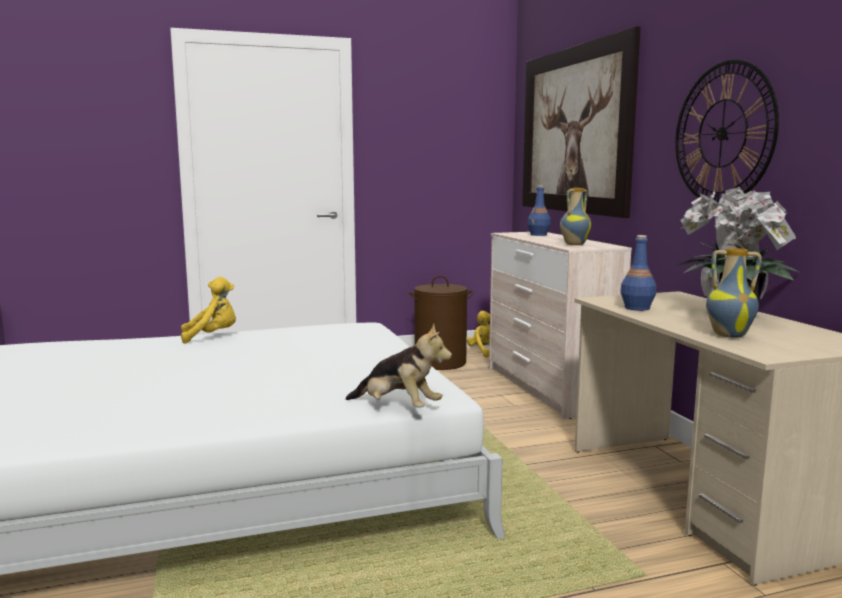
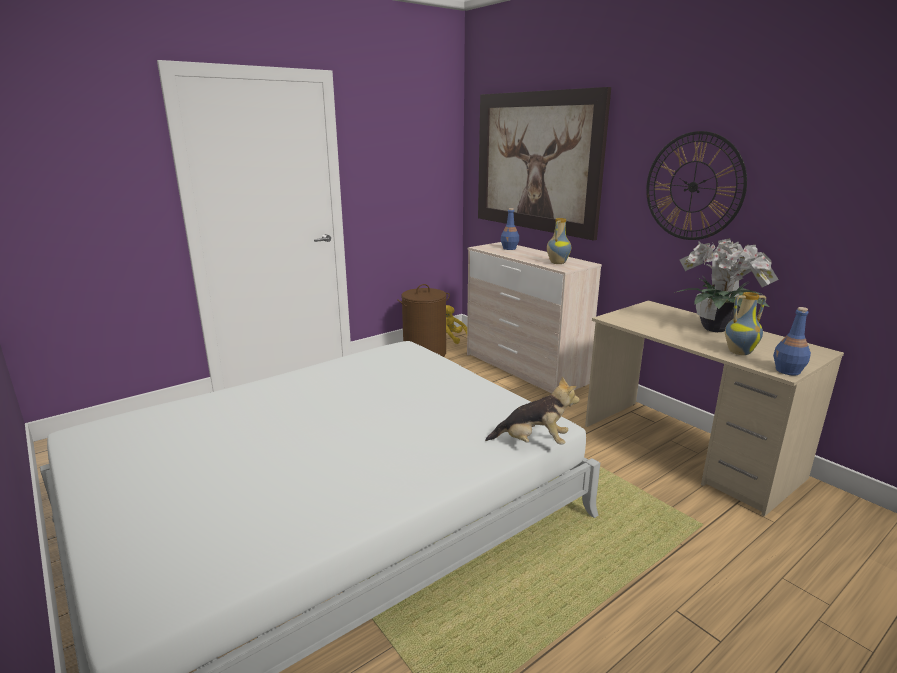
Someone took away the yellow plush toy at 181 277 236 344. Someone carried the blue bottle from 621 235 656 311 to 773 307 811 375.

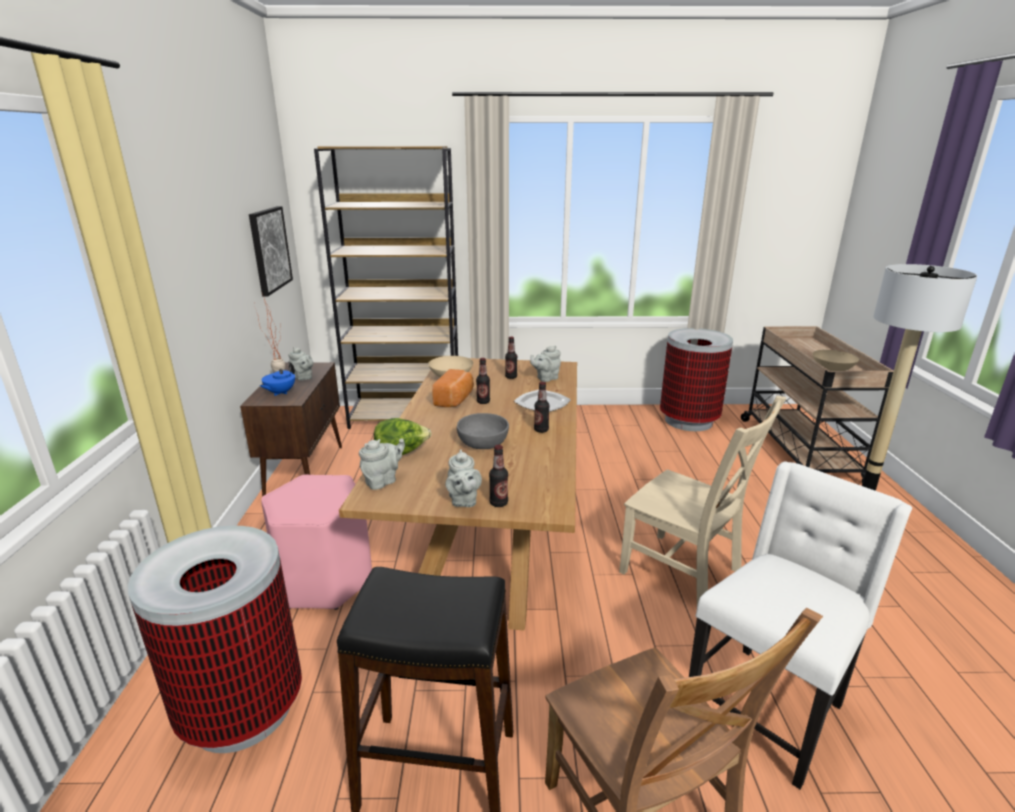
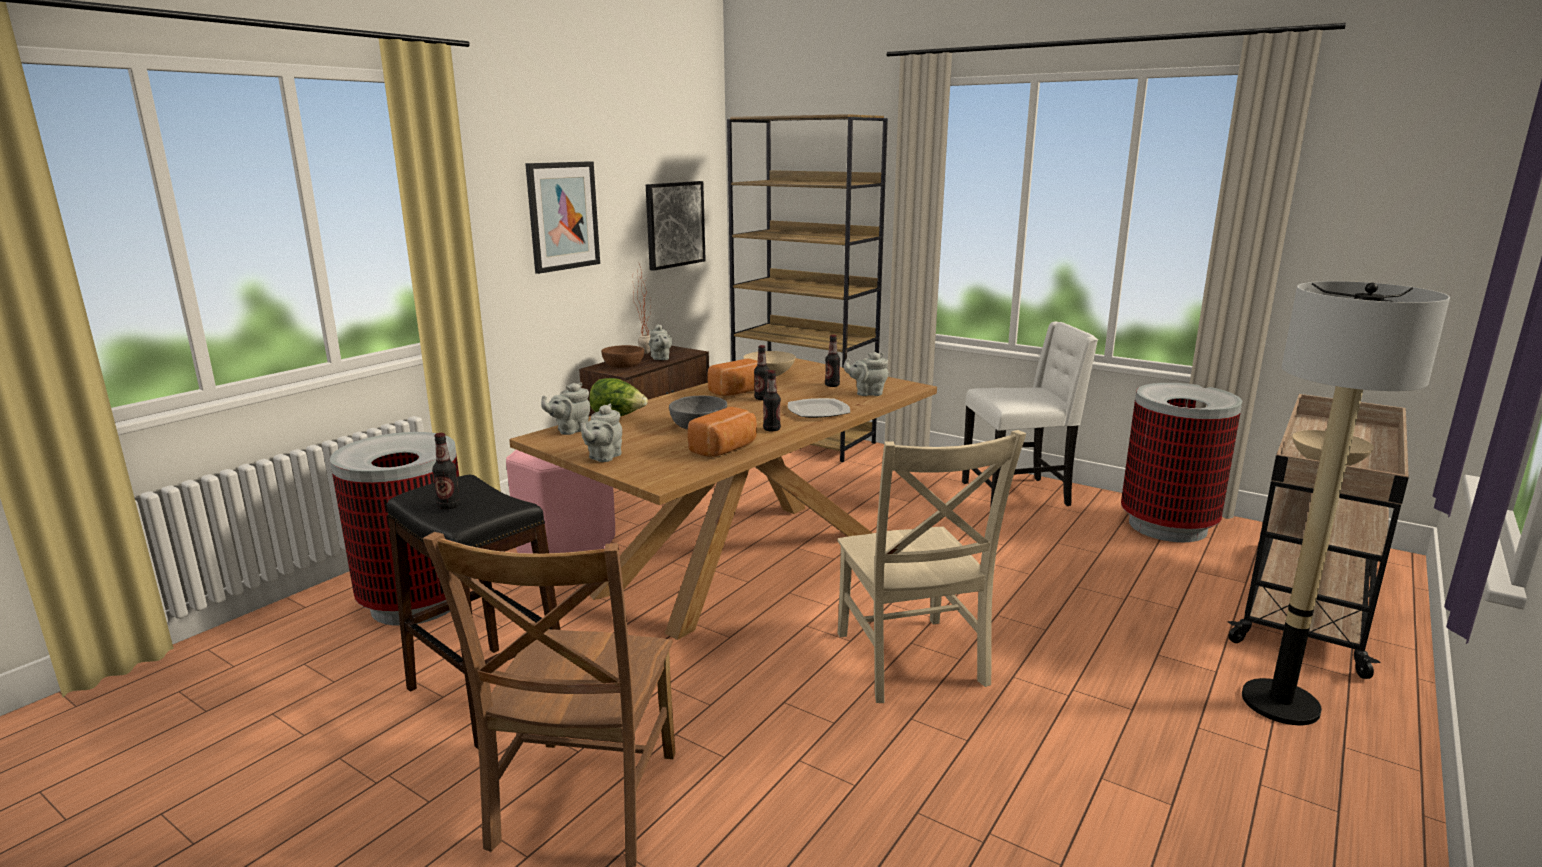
Someone swapped the blue teapot at 260 362 295 396 for the brown bowl at 601 345 644 368. Someone rotated the grey teapot at 359 438 405 490 by 150 degrees clockwise. Someone carried the bottle from 489 445 508 507 to 432 433 460 509. Someone carried the white chair from 689 461 912 789 to 962 321 1098 509. Someone put up the picture at 525 161 600 274. Someone put down the bread at 688 407 757 457.

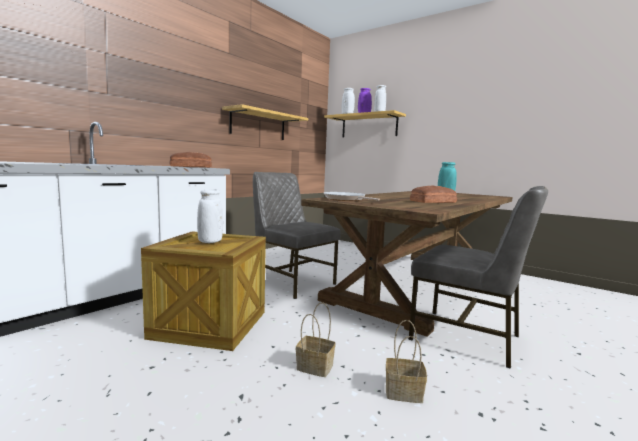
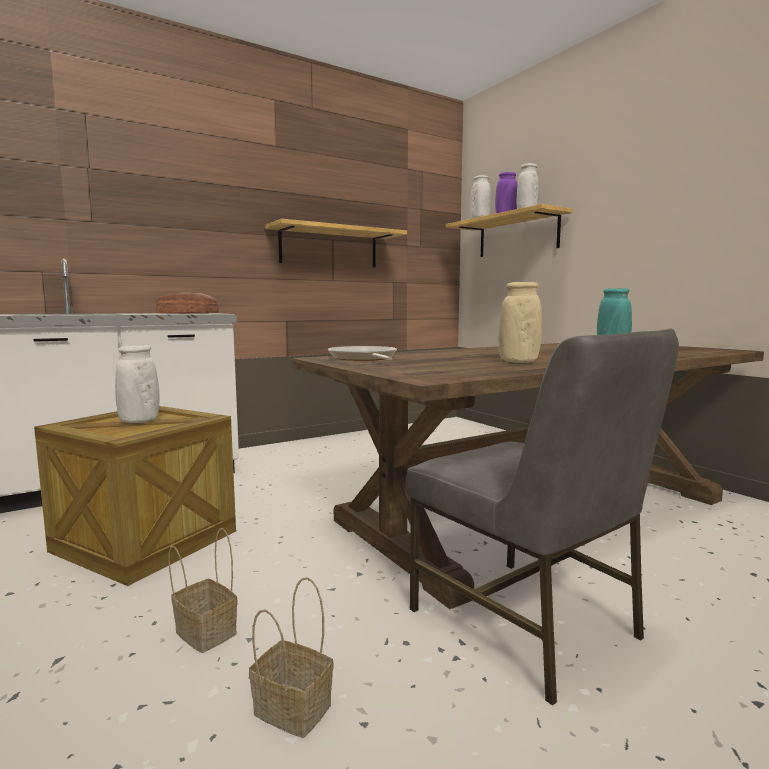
Someone took away the grey chair at 253 172 341 299. Someone swapped the bread at 410 186 457 203 for the beige vase at 499 282 542 363.

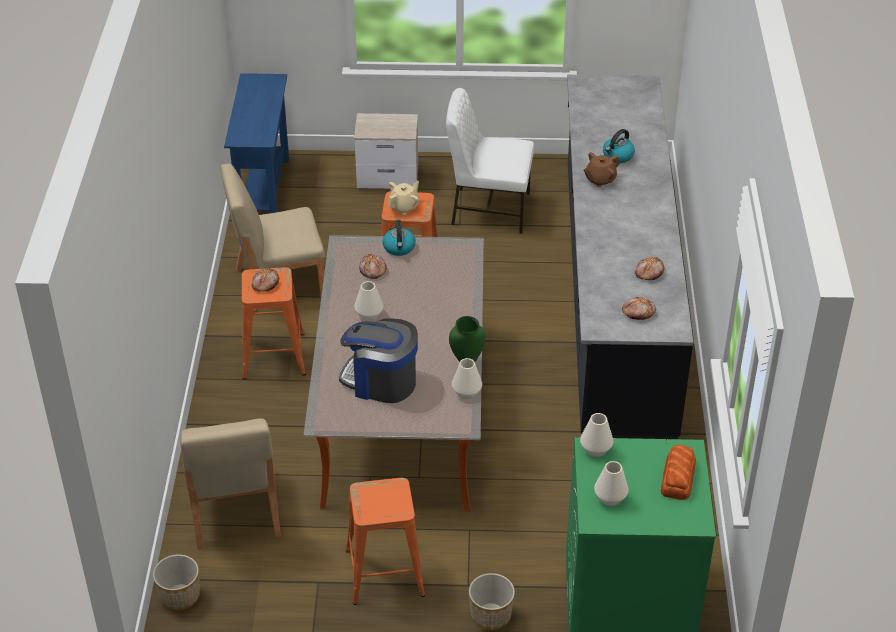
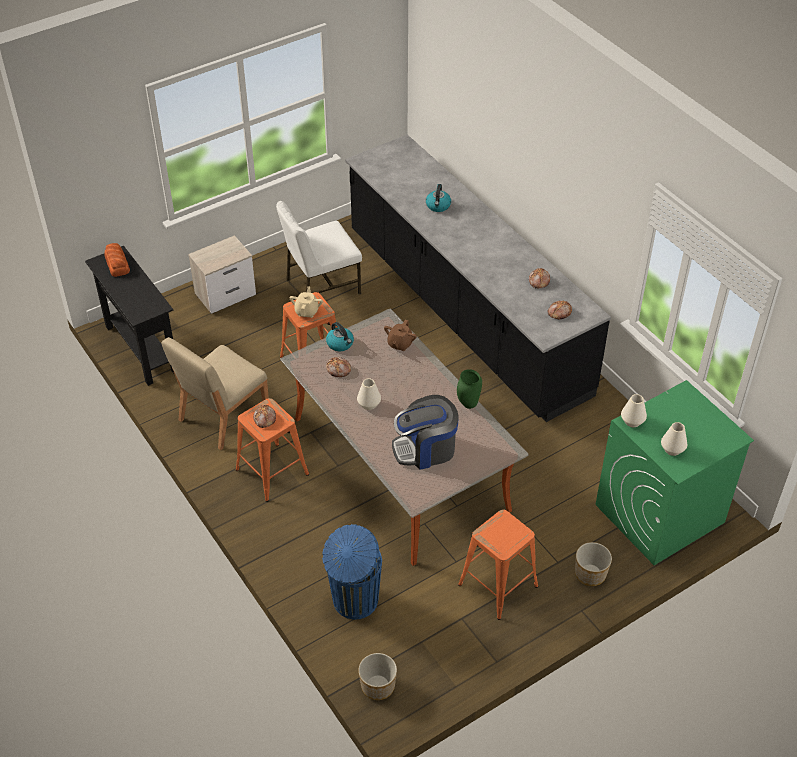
Someone swapped the beige chair at 180 418 281 549 for the blue trash can at 322 524 382 620. Someone repainted the blue console table at 224 73 289 213, which became the black console table at 85 246 174 386. Someone took away the white vase at 452 358 482 399. Someone carried the brown teapot from 584 152 620 187 to 384 320 417 351. Someone carried the bread from 661 445 696 500 to 104 243 130 277.

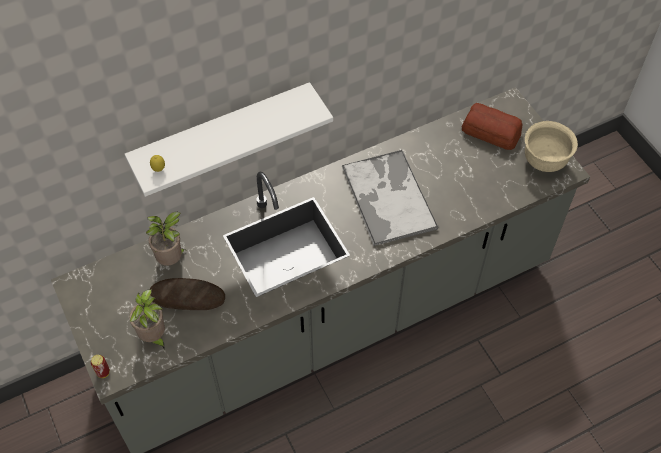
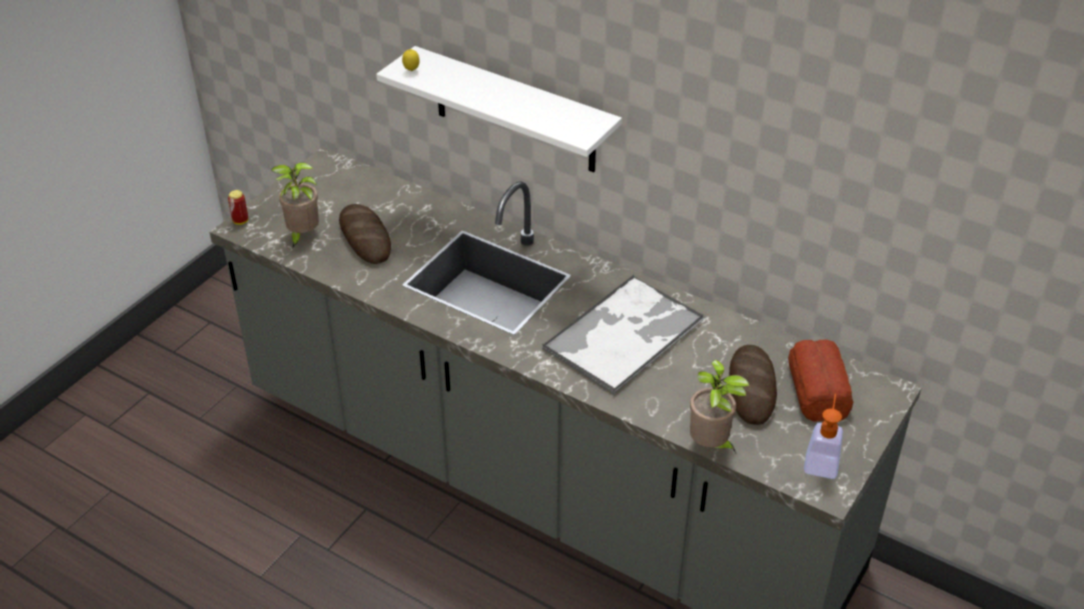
Someone carried the potted plant from 146 212 185 266 to 690 360 749 453. Someone swapped the beige bowl at 525 121 578 172 for the soap dispenser at 804 393 843 479. Someone put down the bread at 729 345 777 425.

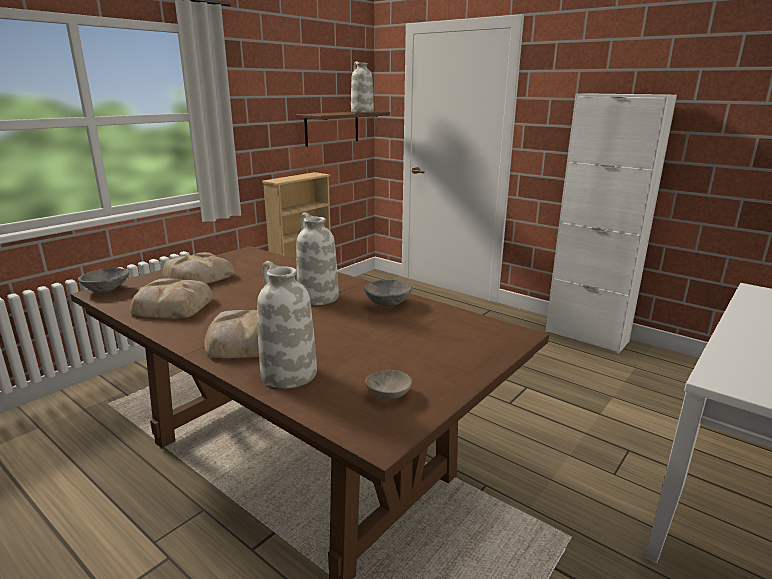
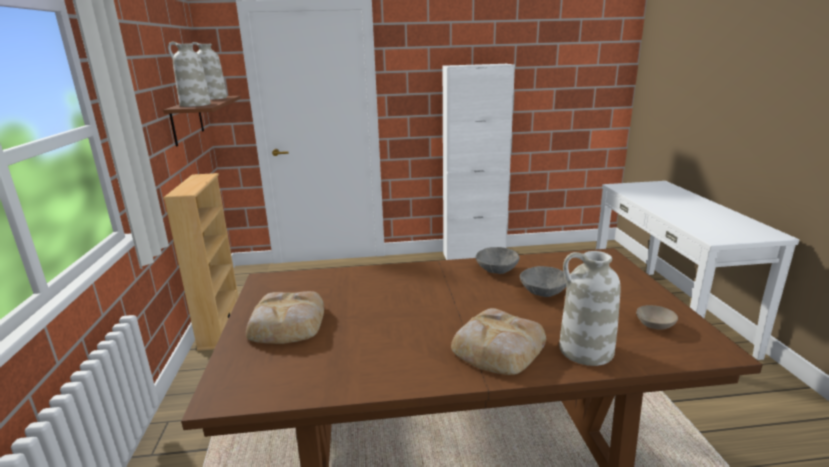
Someone carried the grey bowl from 79 268 129 293 to 520 266 567 297. Someone took away the bread at 130 278 213 319. Someone carried the white vase from 296 212 339 305 to 168 42 211 107.

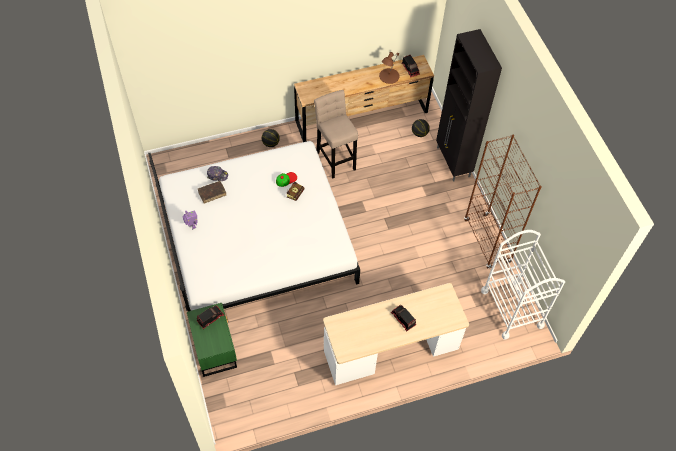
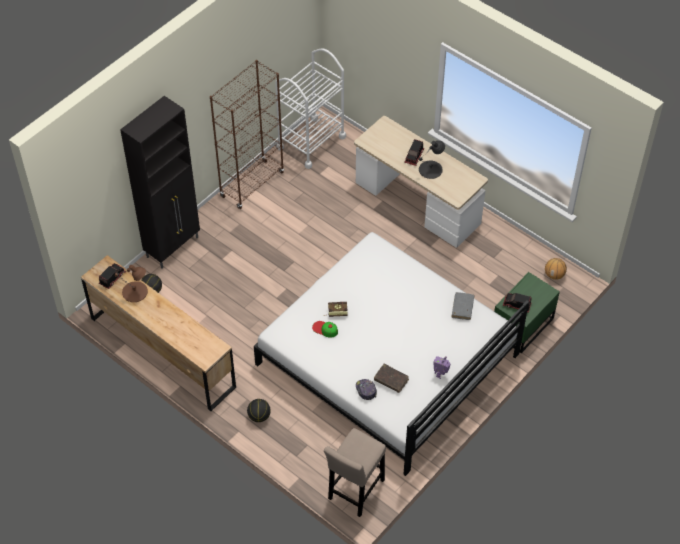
Someone carried the beige stool from 314 90 358 178 to 324 428 386 517. Someone put down the black table lamp at 419 141 445 179. Someone put down the grey book at 452 292 475 320. Someone put down the basketball at 545 258 567 280.

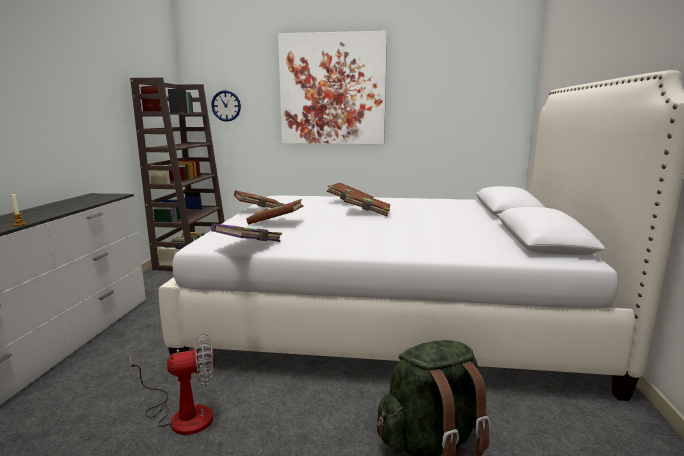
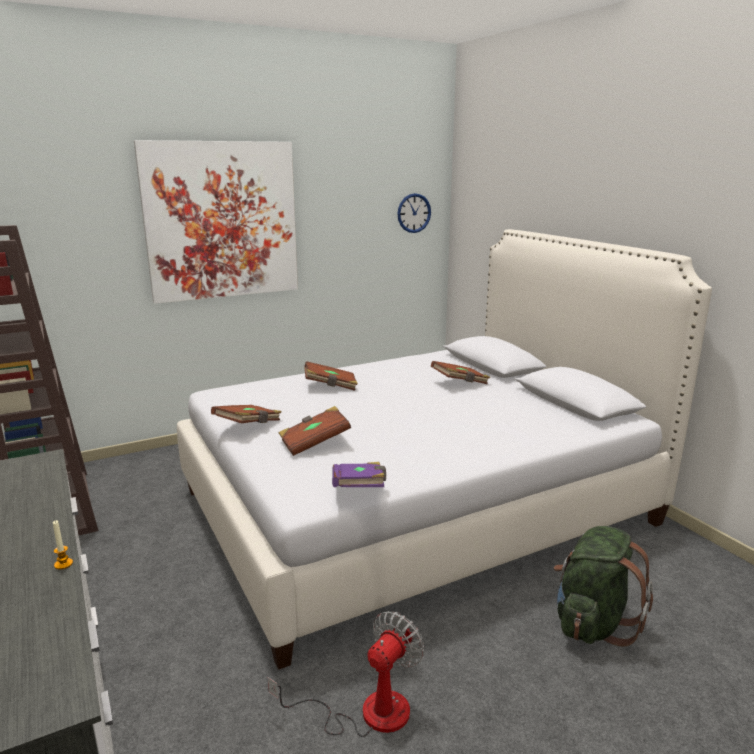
Someone carried the wall clock from 211 90 241 122 to 397 193 431 233. Someone carried the brown book from 344 191 390 216 to 431 361 490 384.

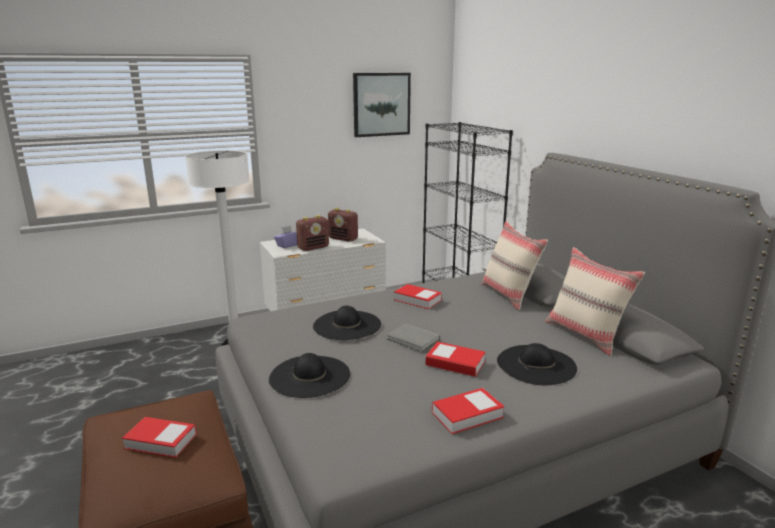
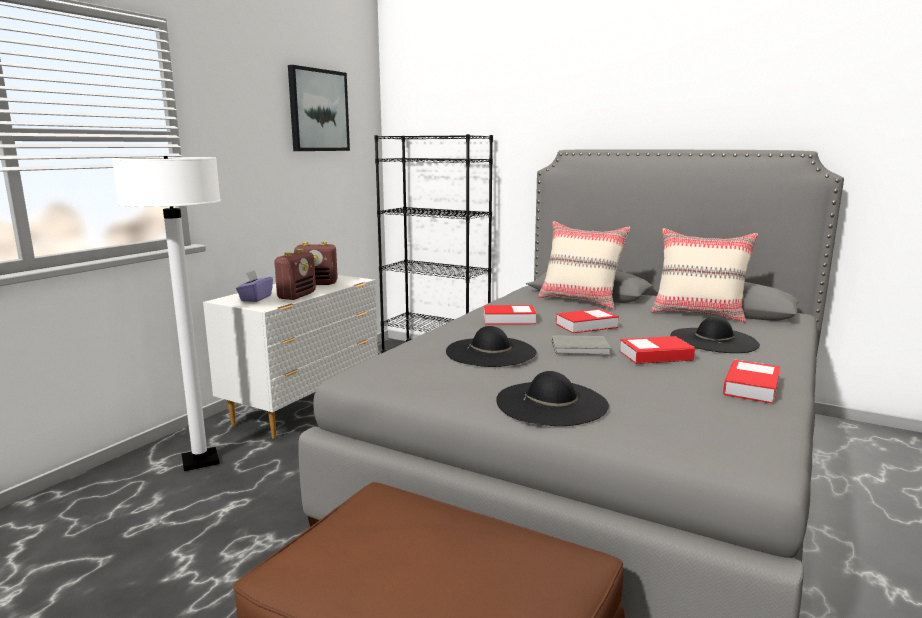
Someone carried the book from 122 417 197 458 to 556 309 619 333.

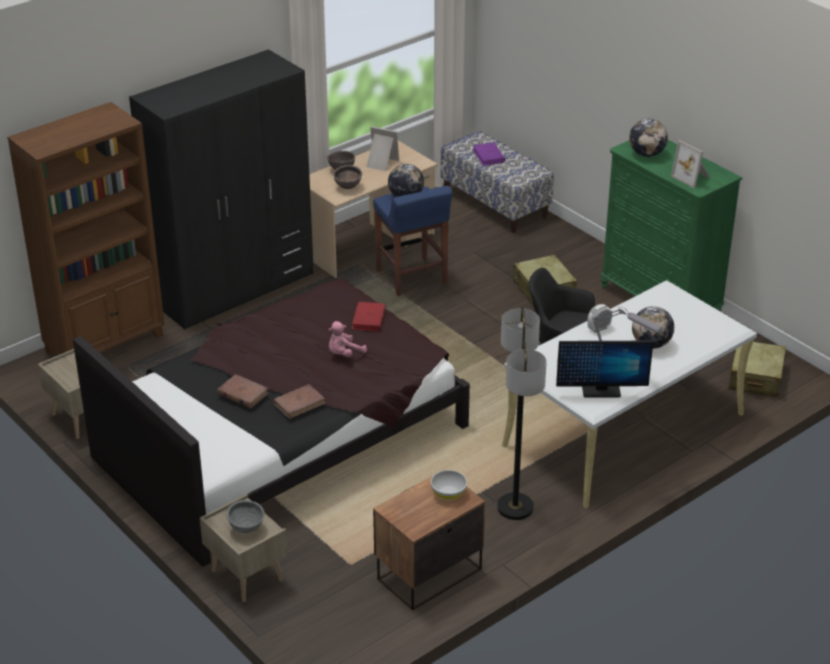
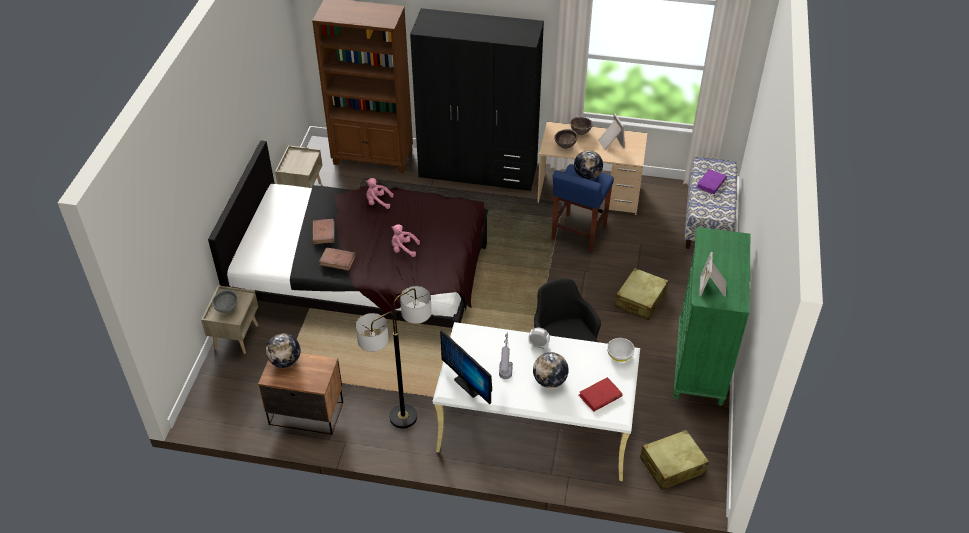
Someone carried the red book from 352 302 386 331 to 579 377 623 412. Someone carried the white bowl from 431 470 467 500 to 607 338 635 362. Someone carried the globe from 629 118 668 157 to 266 334 300 368. Someone put down the pink plush toy at 366 178 394 209.

